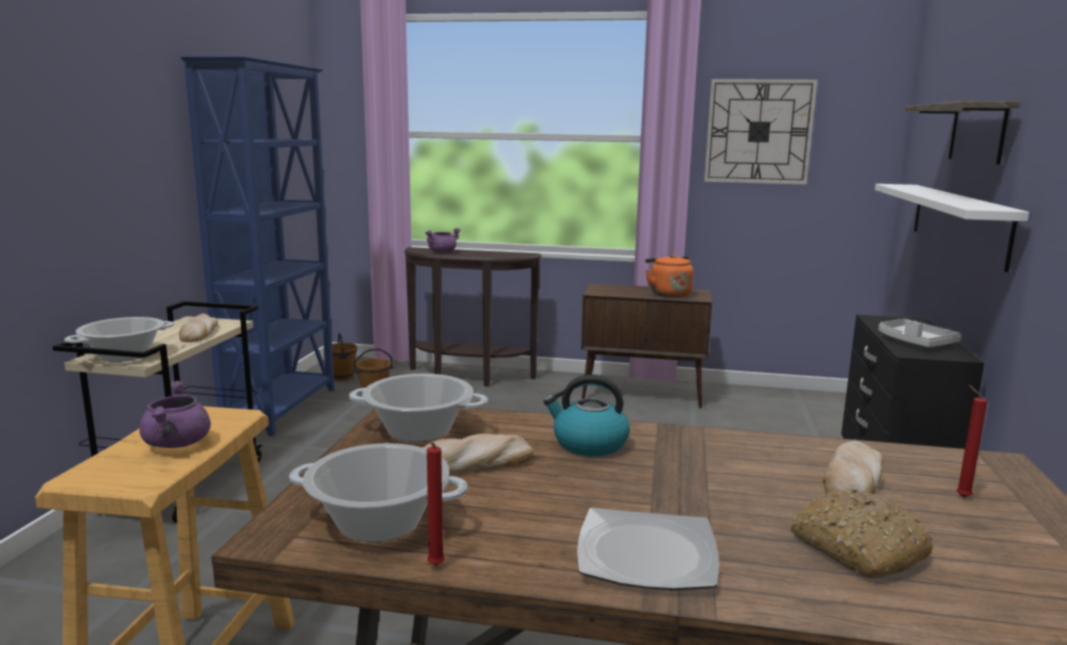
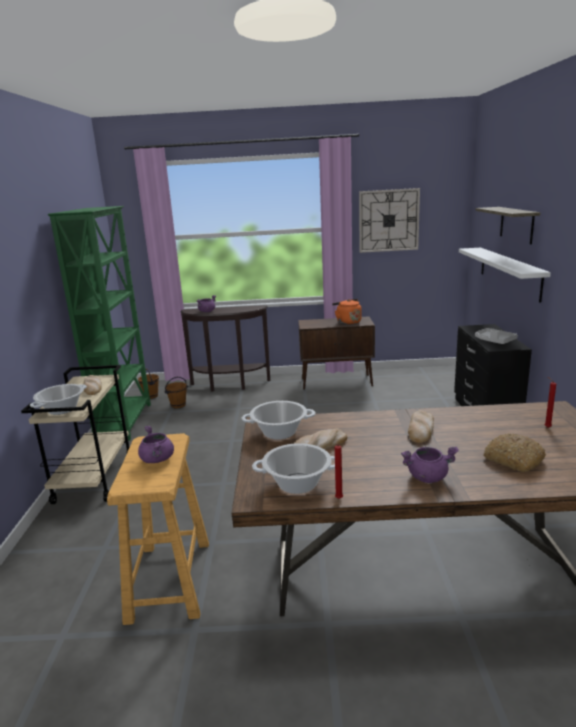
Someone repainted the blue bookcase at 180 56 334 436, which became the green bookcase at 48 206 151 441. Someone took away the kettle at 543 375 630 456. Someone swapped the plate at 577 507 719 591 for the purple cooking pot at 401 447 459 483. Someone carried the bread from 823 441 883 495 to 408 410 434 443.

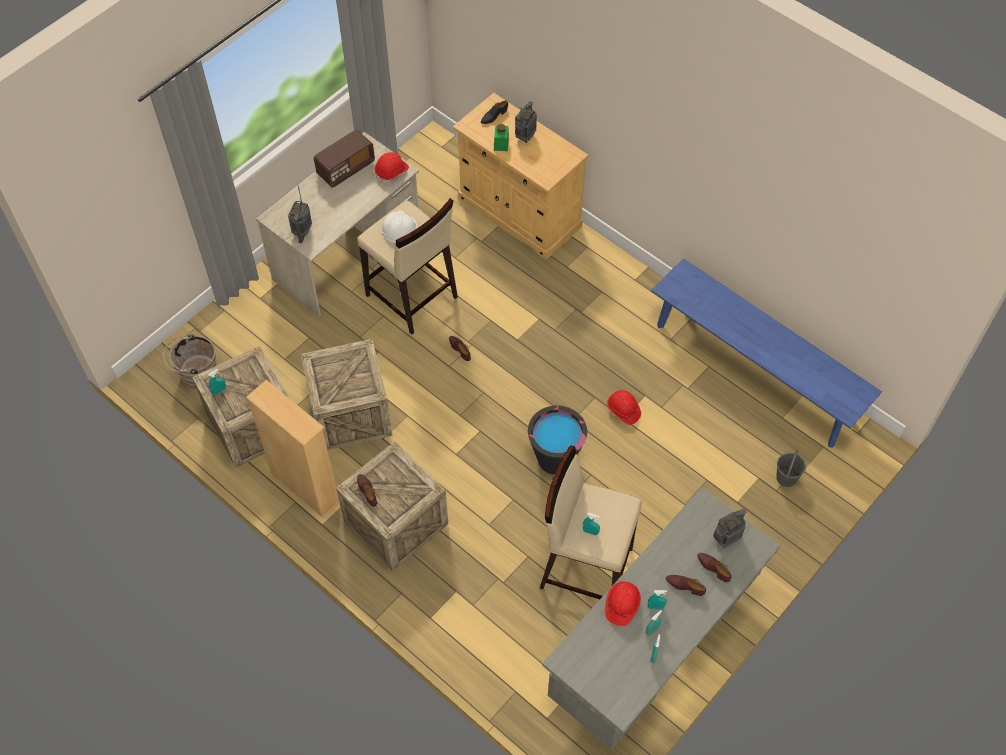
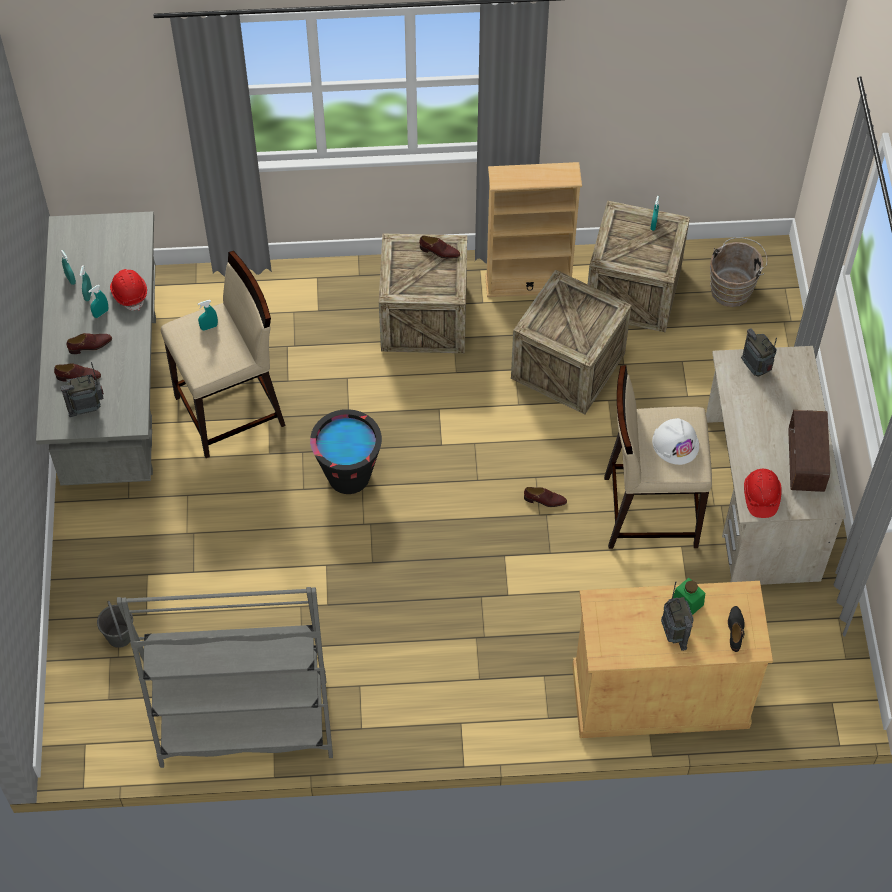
Someone took away the red hard hat at 607 390 641 425. Someone swapped the blue bench at 651 258 882 447 for the grey bookcase at 117 587 333 768. Someone rotated the radio at 713 508 747 548 by 60 degrees clockwise.

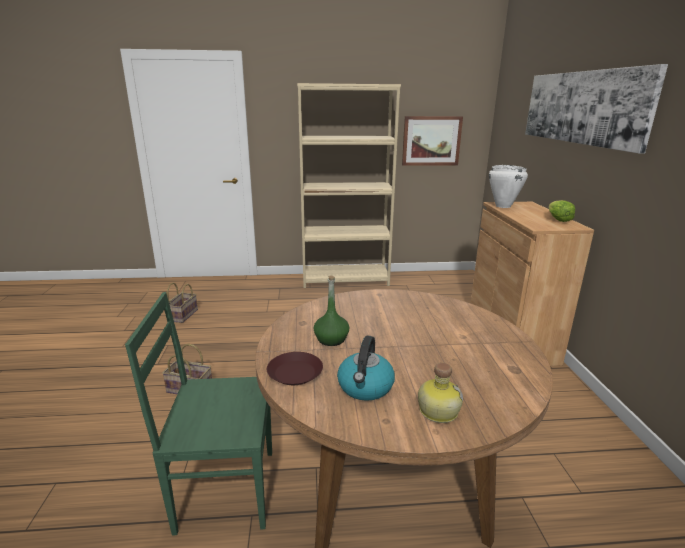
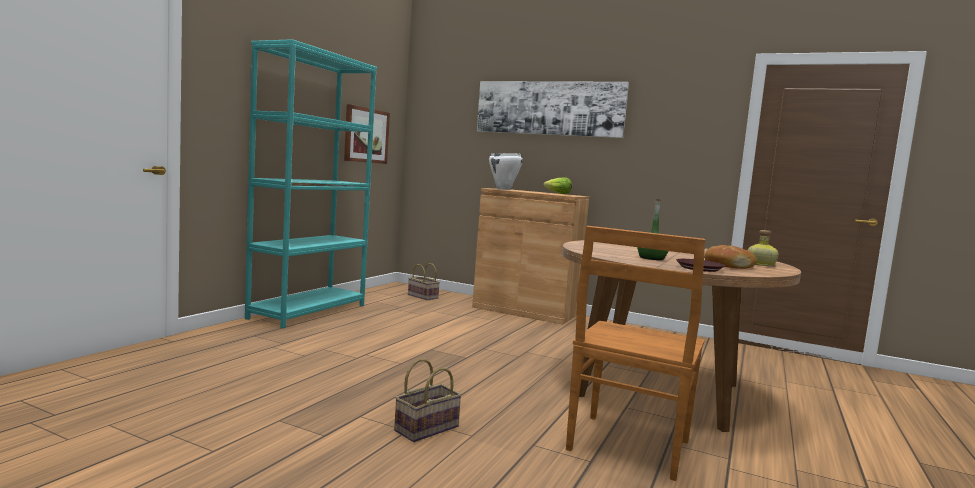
Someone repainted the green chair at 125 292 272 536, which became the brown chair at 566 226 706 481. Someone carried the basket from 167 283 198 323 to 408 263 440 300. Someone repainted the beige bookcase at 297 83 401 288, which became the turquoise bookcase at 245 39 377 328. Someone swapped the kettle at 337 336 395 401 for the bread at 704 245 757 269.

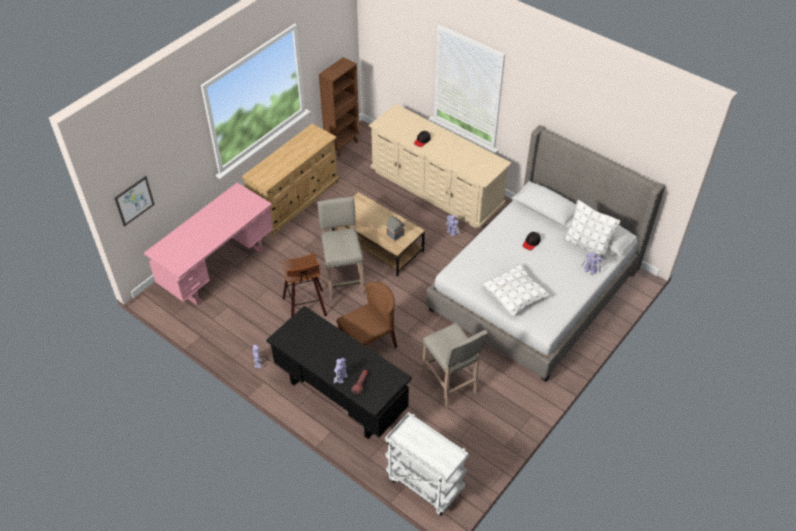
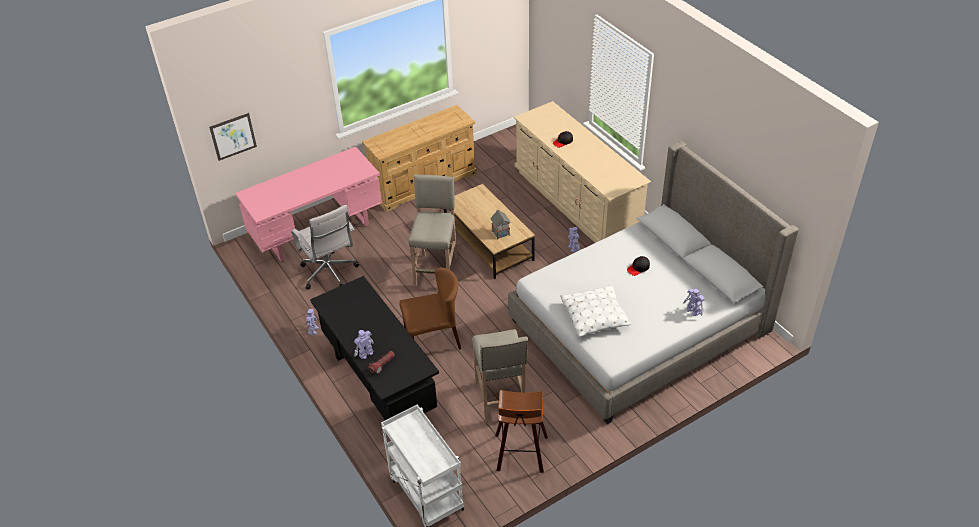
Someone carried the stool from 282 253 327 317 to 495 390 548 473. Someone took away the brown bookcase at 319 57 360 157. Someone took away the white pillow at 563 200 621 260. Someone put down the white office chair at 291 204 359 290.

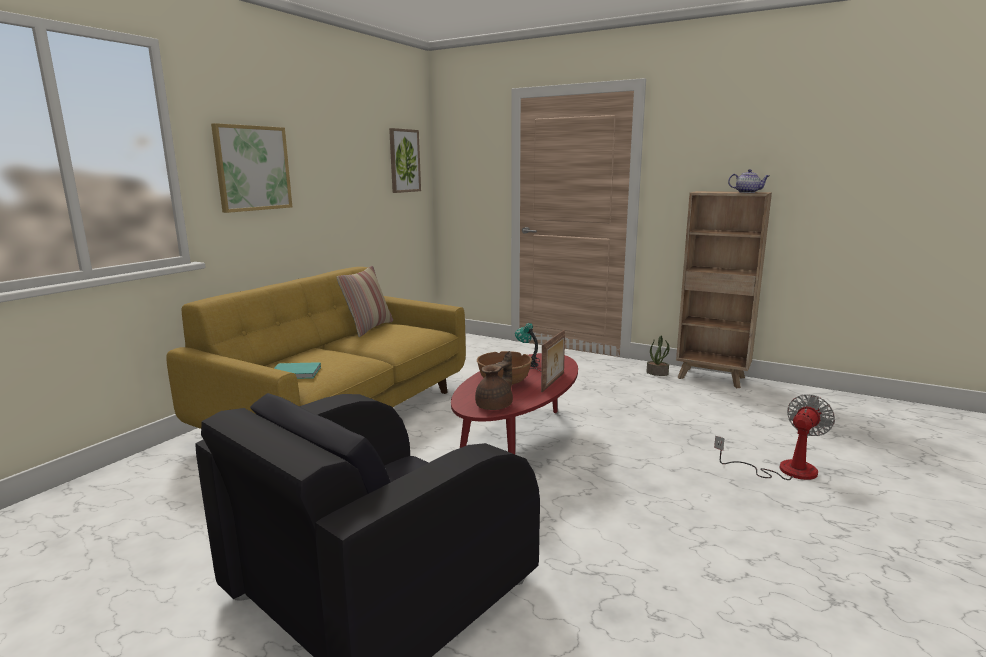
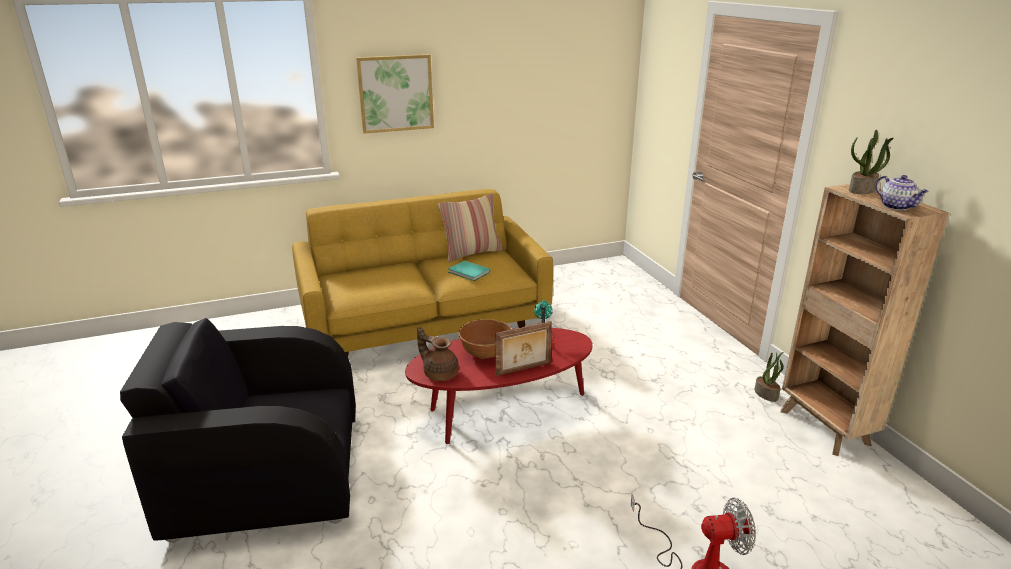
Someone carried the turquoise book from 274 362 321 379 to 448 261 490 281. Someone took away the picture at 389 128 421 193. Someone rotated the brown teapot at 475 351 513 410 by 135 degrees counterclockwise. Someone put down the potted plant at 849 130 894 194.

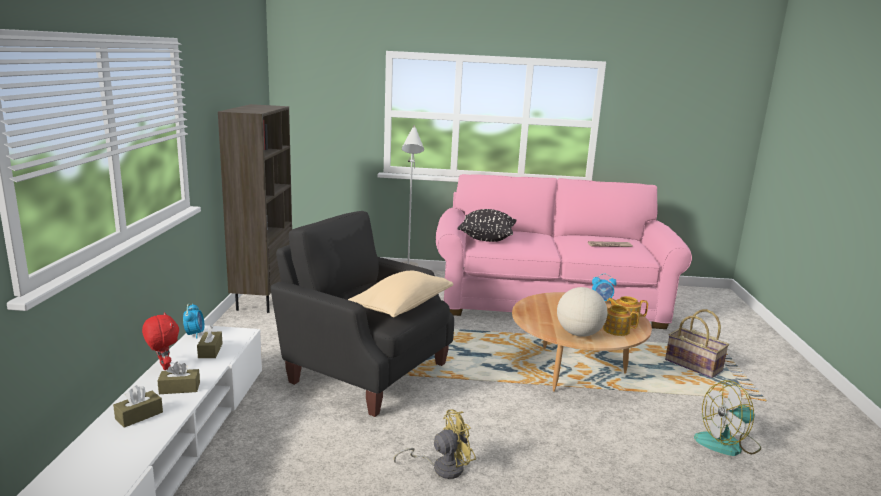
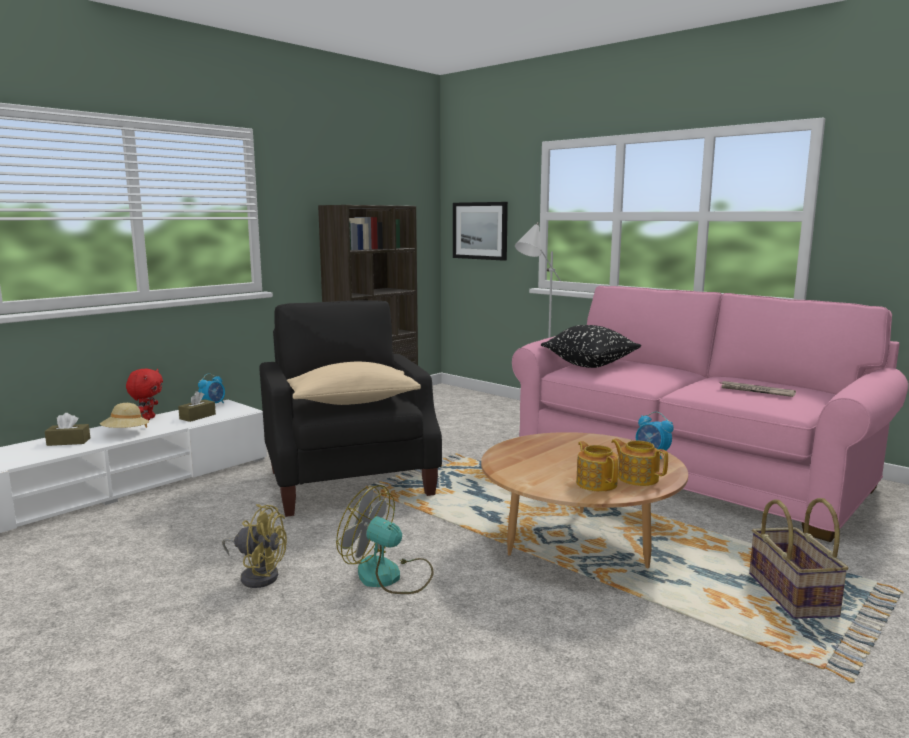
Someone swapped the brown tissue box at 157 362 200 394 for the beige hat at 100 403 149 428. Someone took away the globe at 557 287 607 337. Someone carried the fan from 694 380 761 456 to 336 485 434 594. Someone put up the picture at 453 202 508 261.

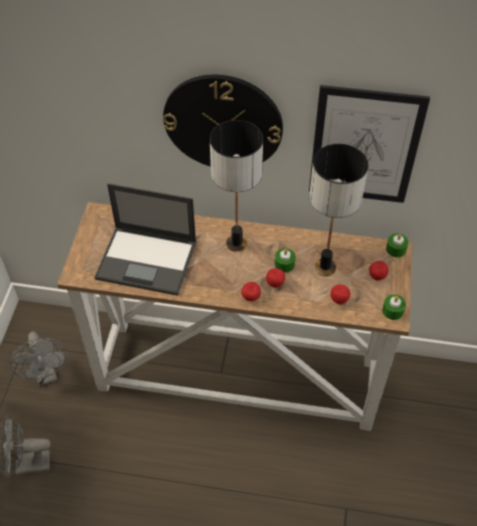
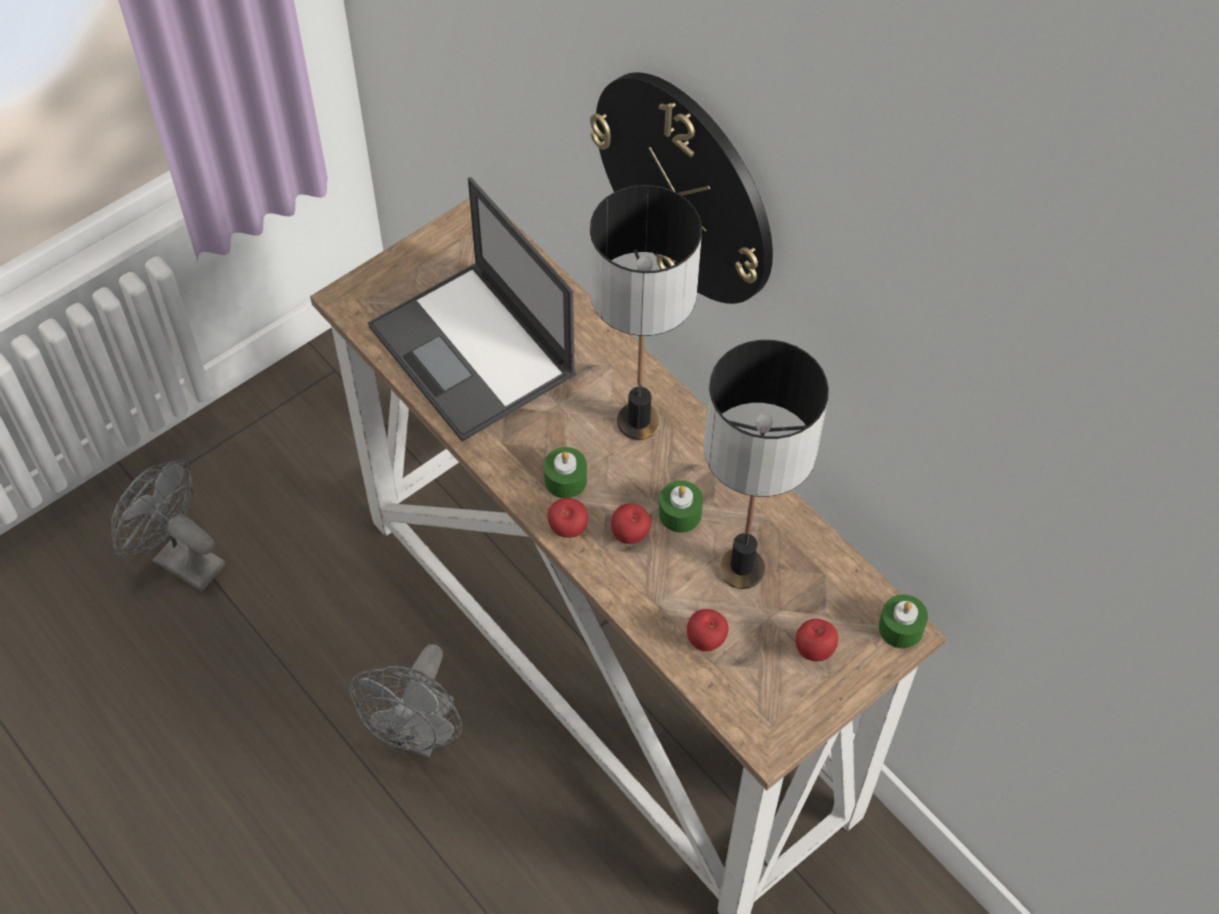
Someone carried the grey fan from 10 331 68 386 to 349 644 462 758. Someone took away the picture at 309 85 430 203. Someone carried the green candle from 382 294 406 320 to 544 447 587 498.

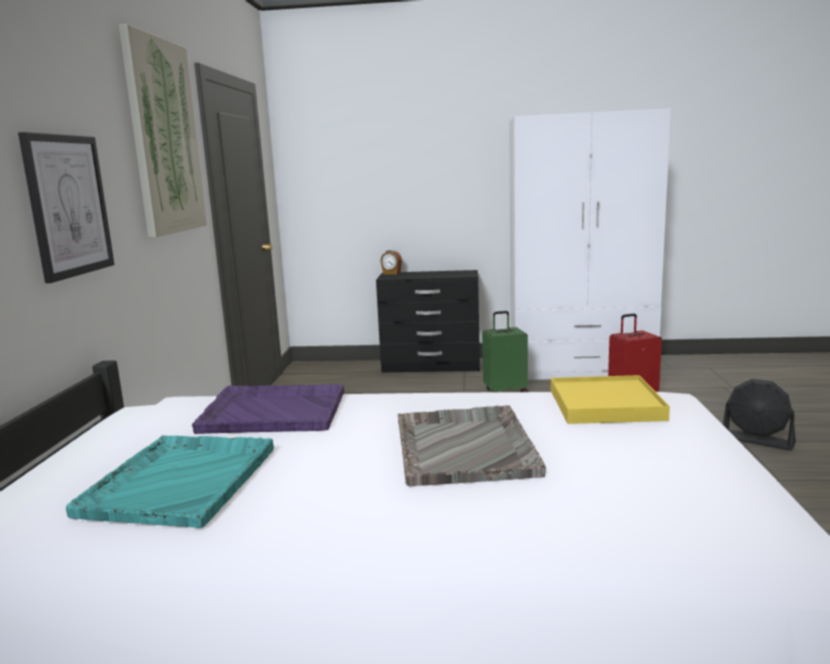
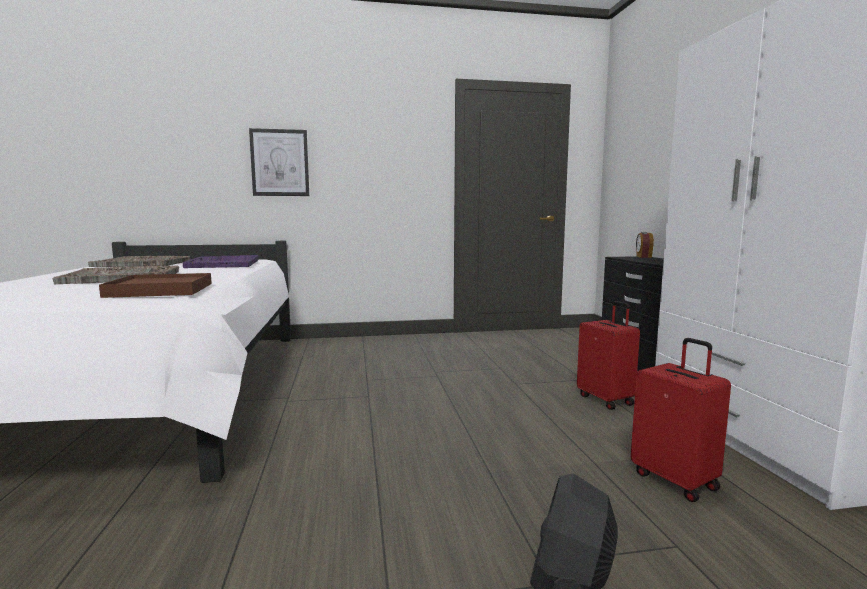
Someone repainted the turquoise tray at 66 435 274 528, which became the grey tray at 88 256 190 267. Someone took away the picture at 119 24 207 238. Someone repainted the green suitcase at 482 311 528 392, which became the red suitcase at 577 301 640 410. Someone repainted the yellow tray at 551 375 670 424, which became the brown tray at 99 273 212 298.

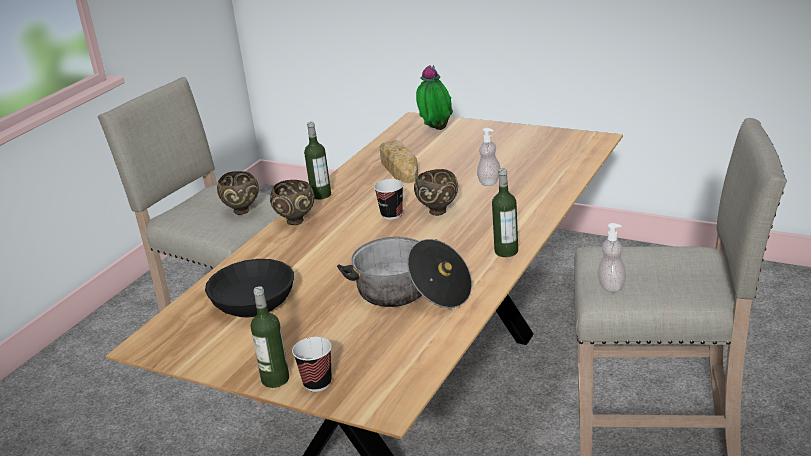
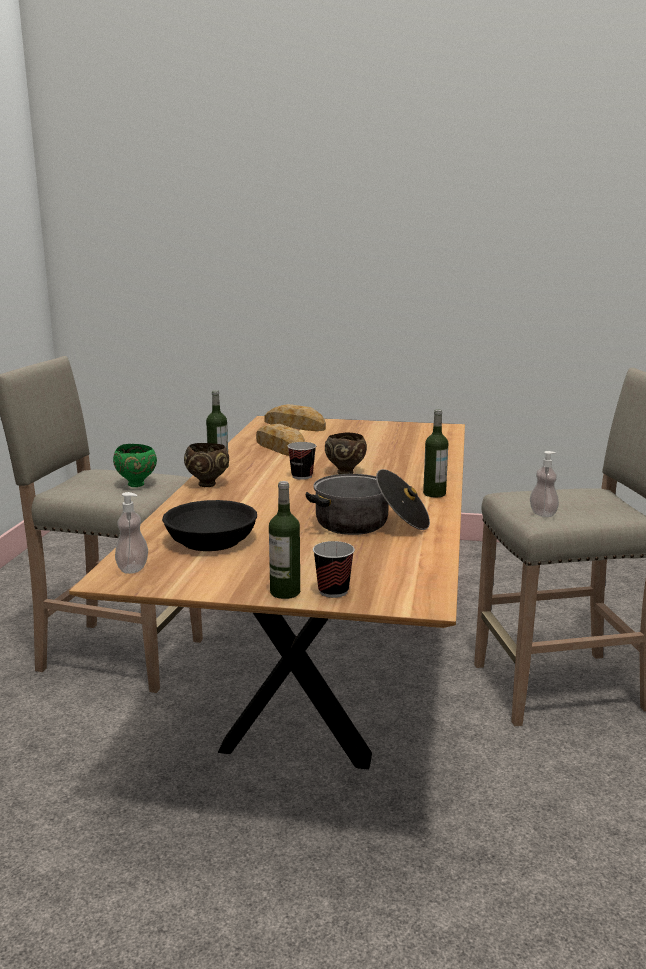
Someone repainted the brown bowl at 217 171 259 215, which became the green bowl at 113 444 157 487. Someone swapped the potted plant at 416 65 453 130 for the bread at 264 404 326 431. Someone carried the soap dispenser from 477 128 501 186 to 115 492 148 574.

